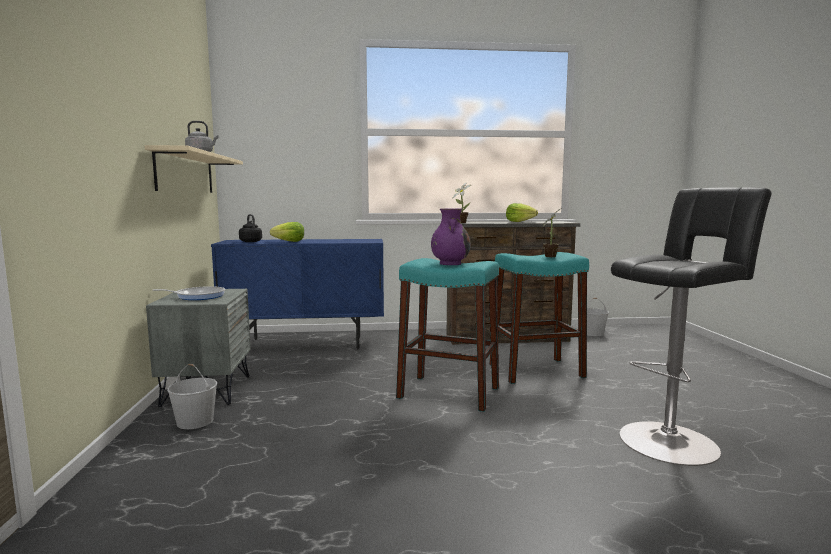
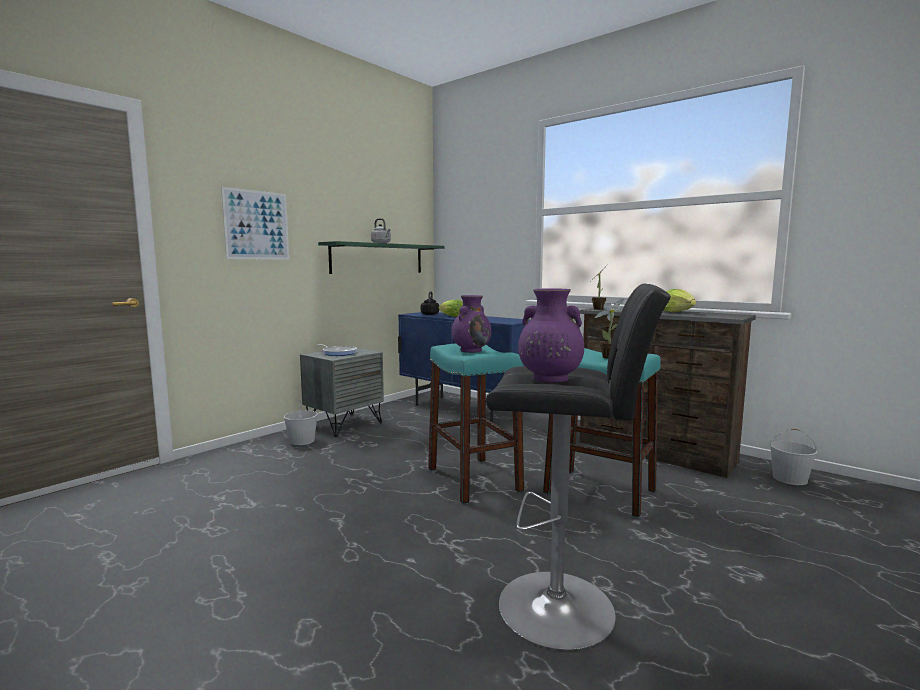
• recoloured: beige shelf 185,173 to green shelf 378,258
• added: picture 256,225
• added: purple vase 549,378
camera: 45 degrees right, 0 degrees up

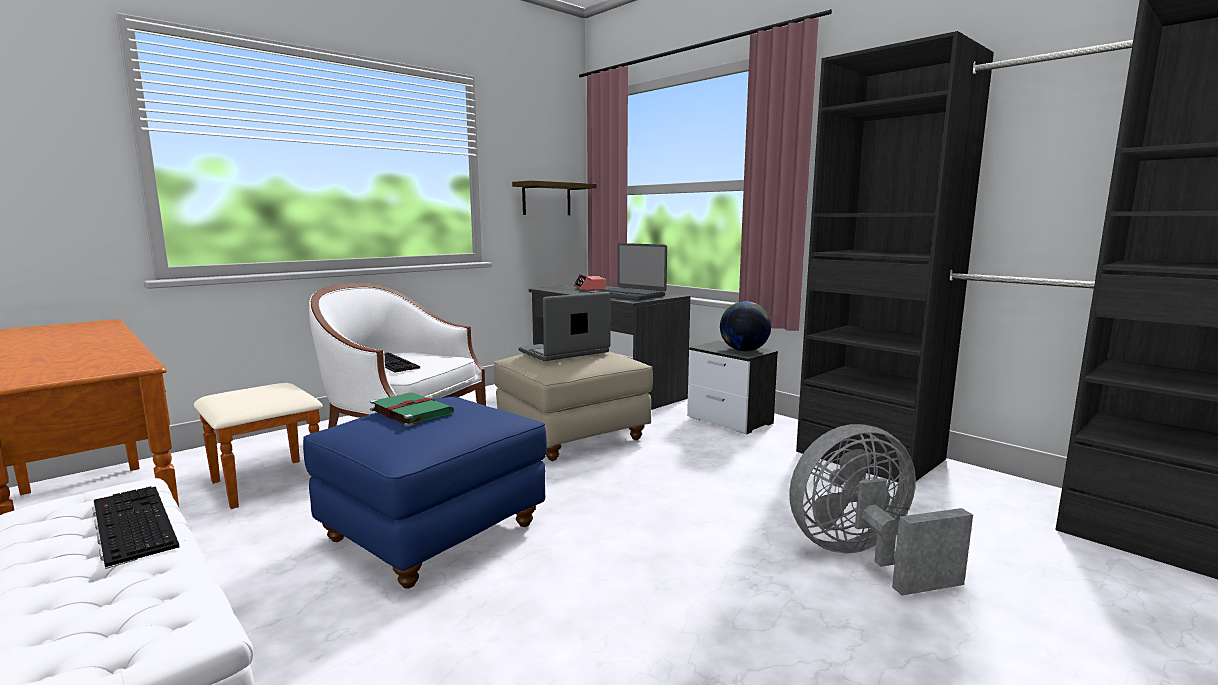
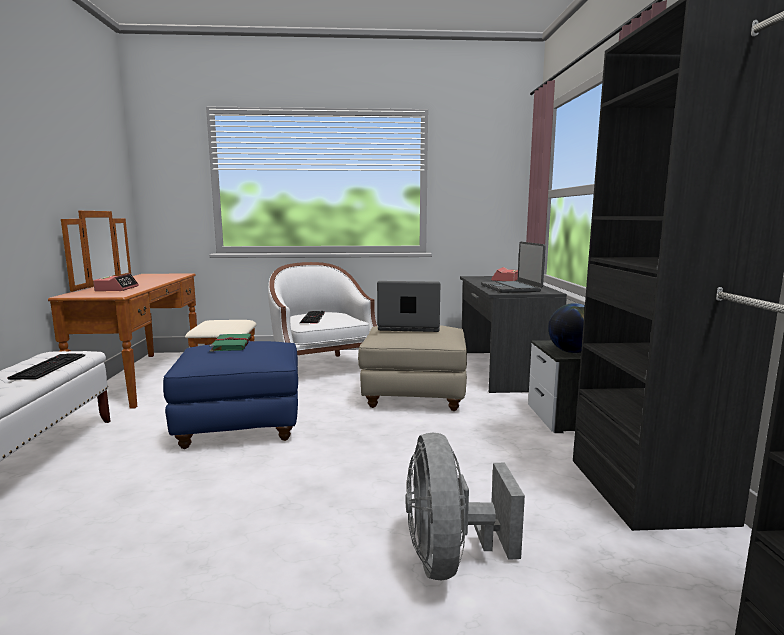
• removed: shelf 546,199
• turned: grey fan 863,558 = 450,559 120 degrees counterclockwise
• added: alarm clock 117,289
camera: 40 degrees right, 0 degrees up

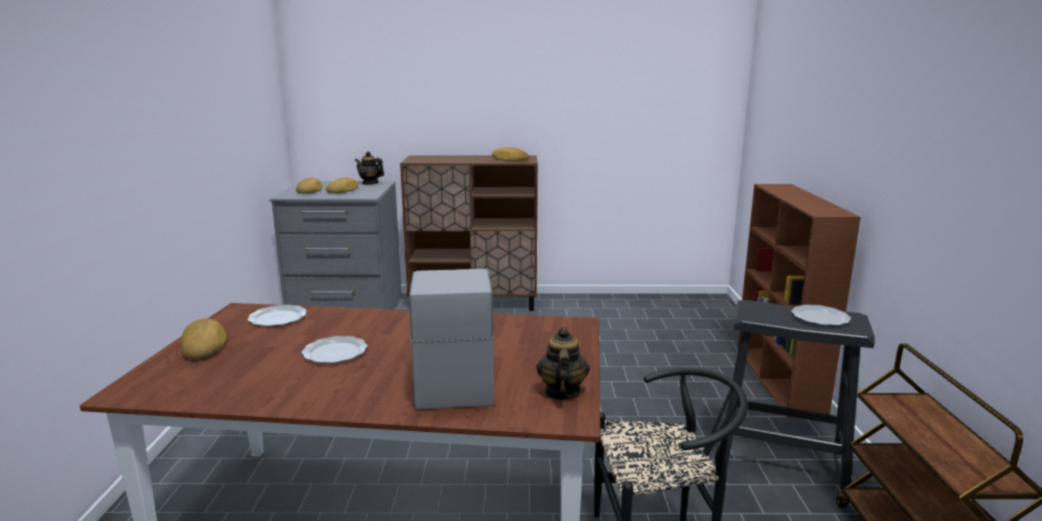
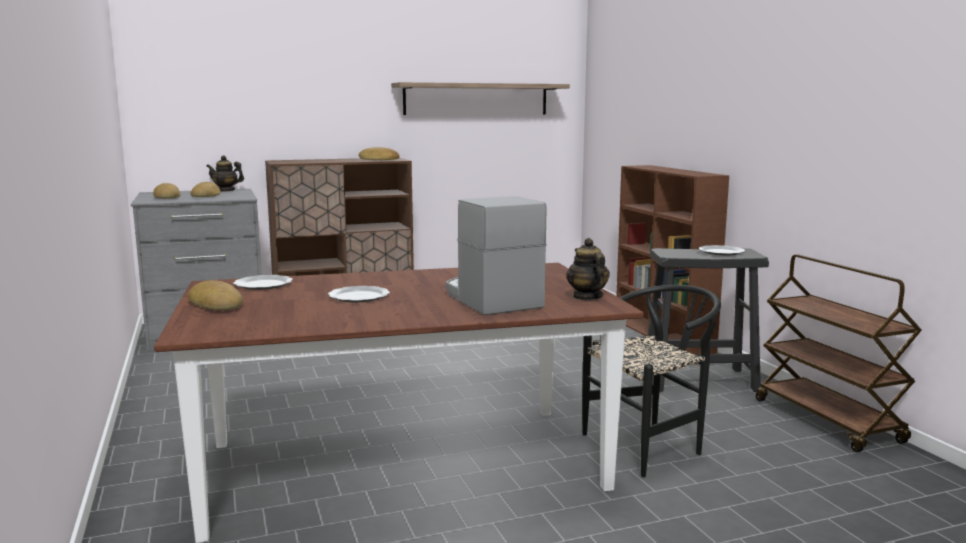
• added: shelf 476,99
camera: 20 degrees left, 5 degrees down

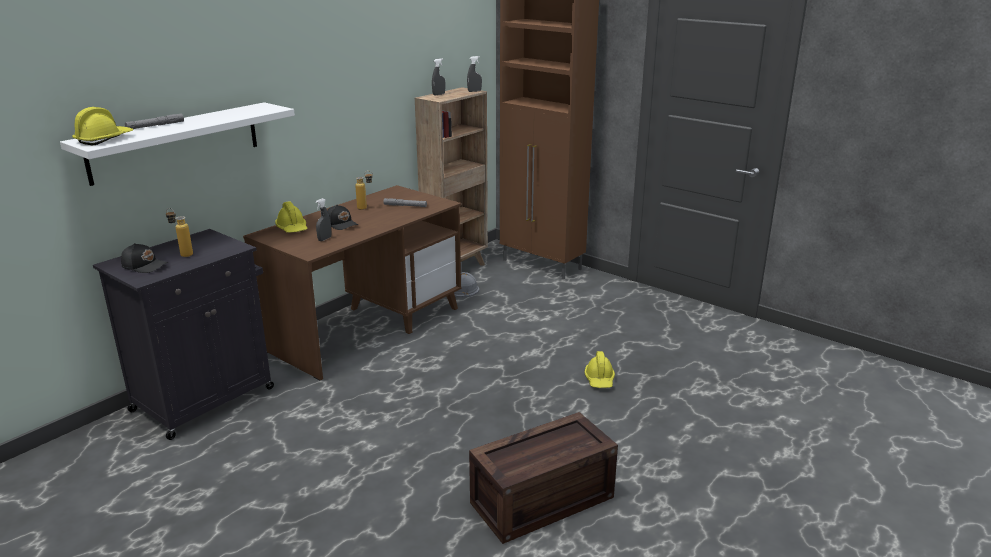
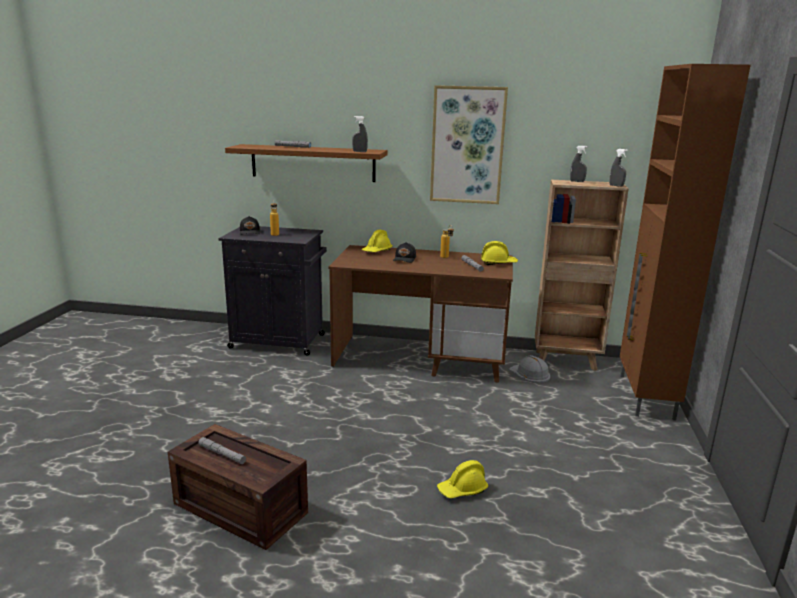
• recoloured: white shelf 175,142 to brown shelf 313,163
• moved: yellow hard hat 104,139 to 498,263
• moved: grey spray bottle 324,239 to 359,152
• added: grey flashlight 222,454
• added: picture 467,145
camera: 60 degrees right, 5 degrees down

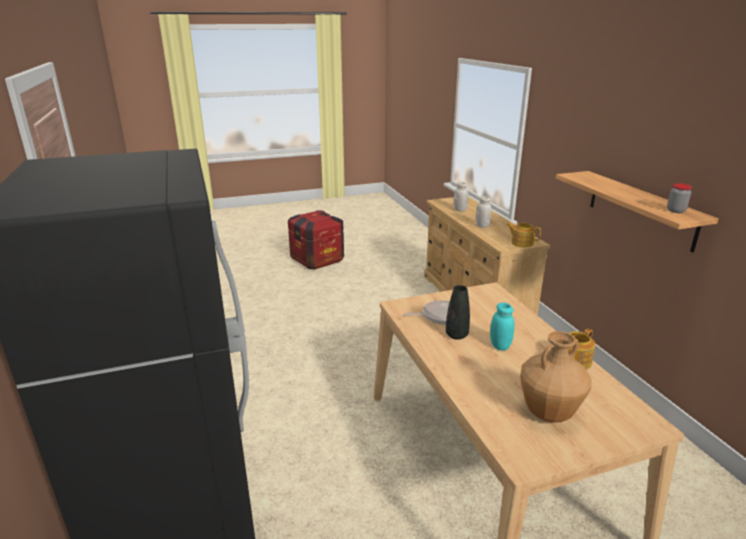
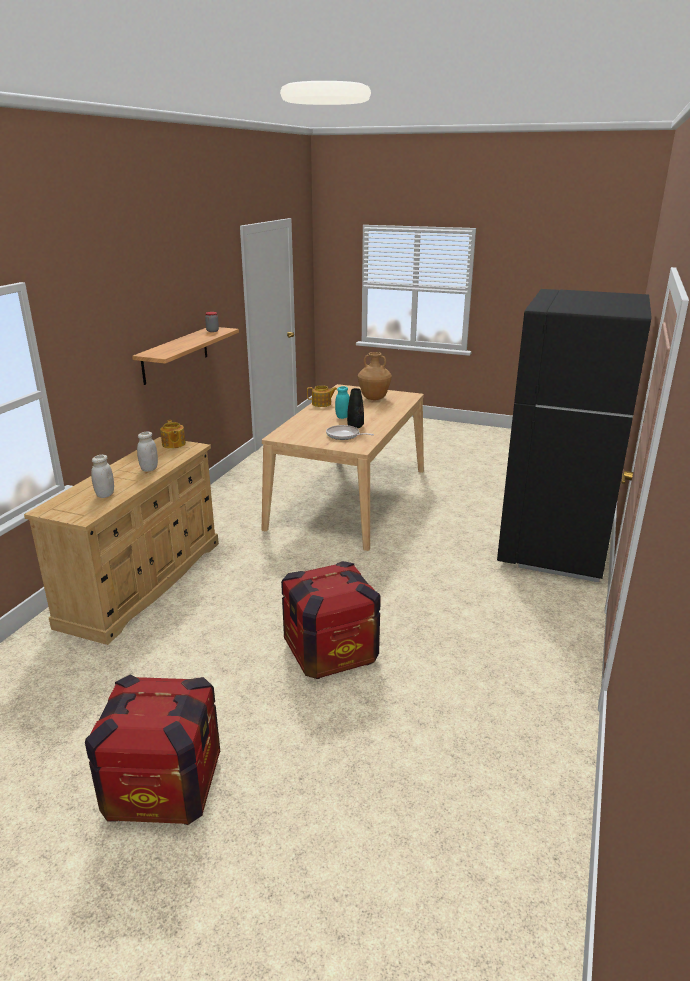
• added: crate 330,652
camera: 140 degrees left, 0 degrees up

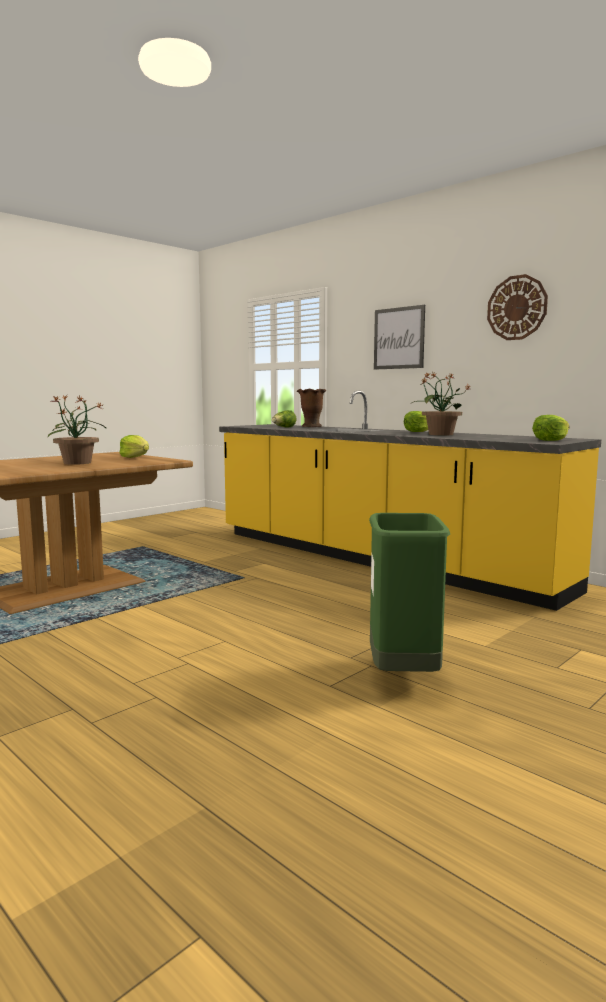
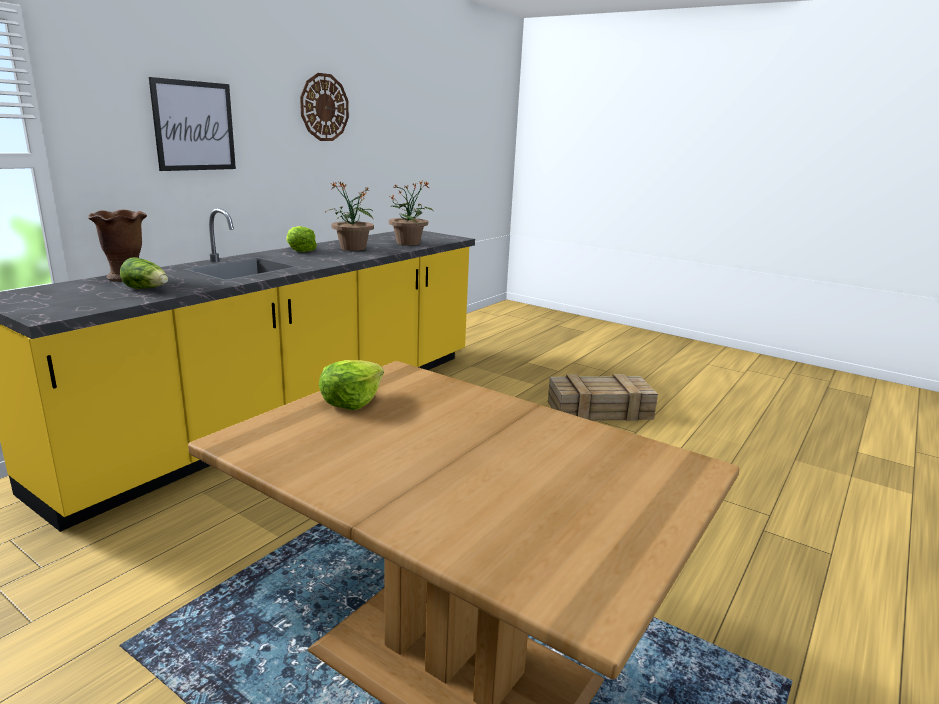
• moved: potted plant 78,463 to 408,243
• replaced: green trash can 403,675 to crate 600,410
• removed: lettuce 550,440
camera: 100 degrees left, 10 degrees up

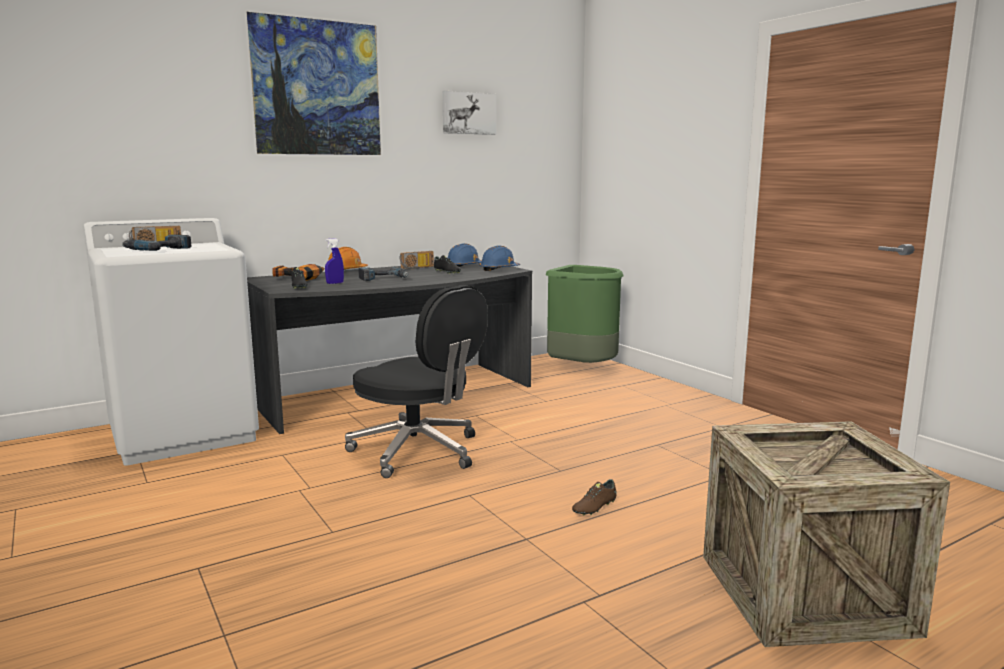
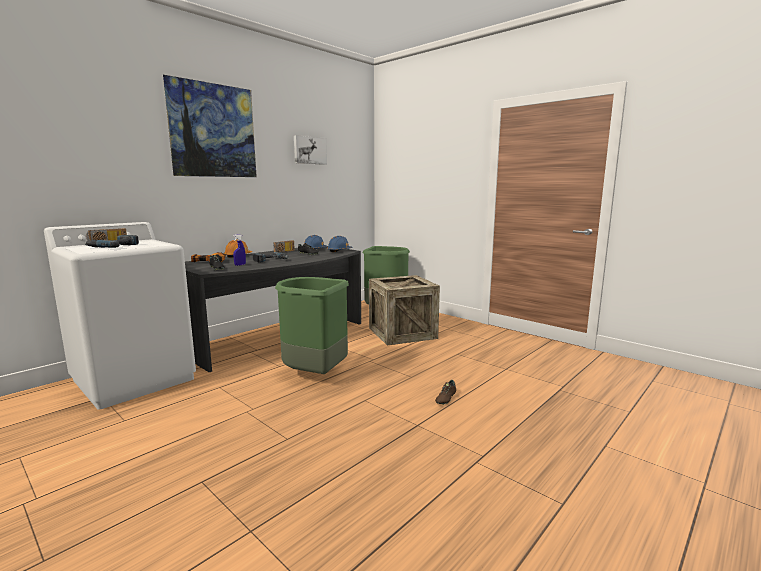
• replaced: black office chair 418,452 to green trash can 314,374
• moved: crate 804,593 to 402,333
camera: 15 degrees left, 0 degrees up

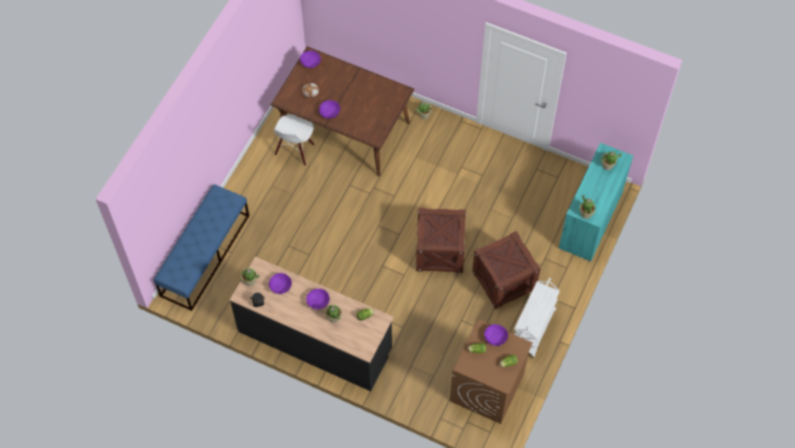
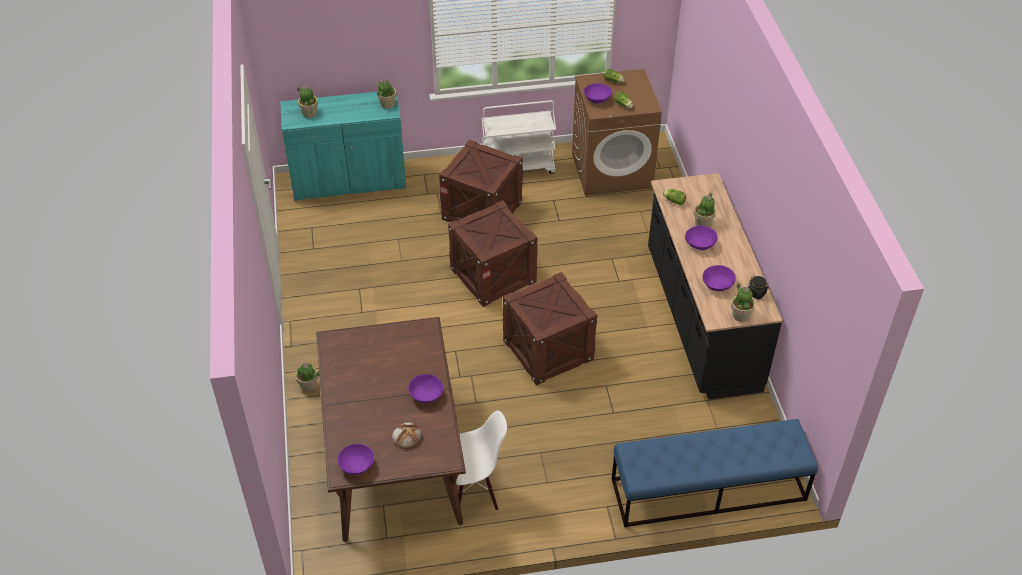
• added: crate 548,350
camera: 125 degrees left, 15 degrees down

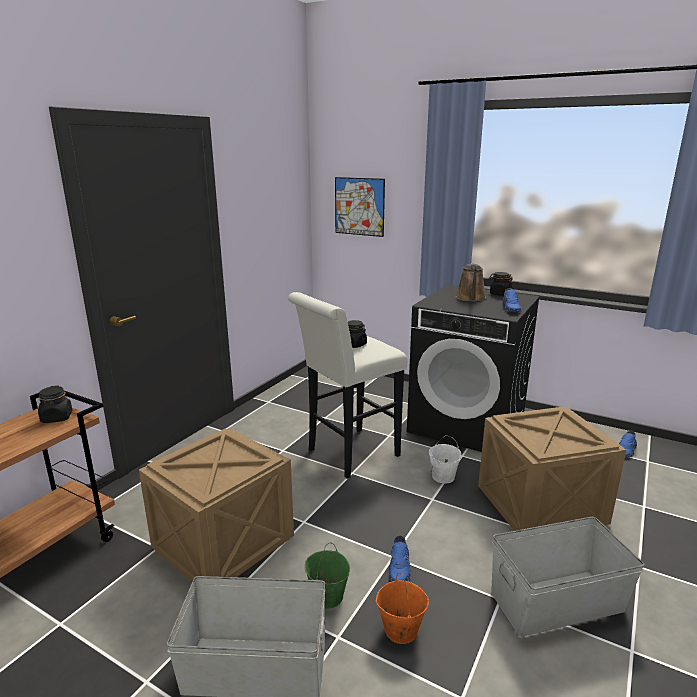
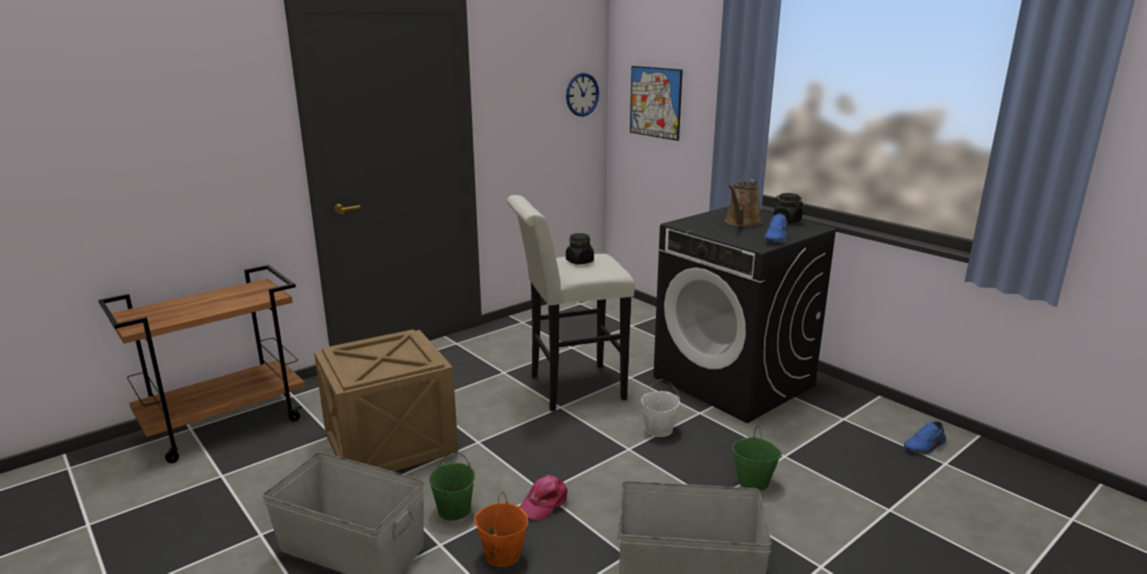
• removed: black jar 57,418
• replaced: blue shoe 400,567 to pink cap 544,502
• replaced: crate 542,506 to green bucket 753,482
• added: wall clock 582,94
camera: 20 degrees right, 0 degrees up

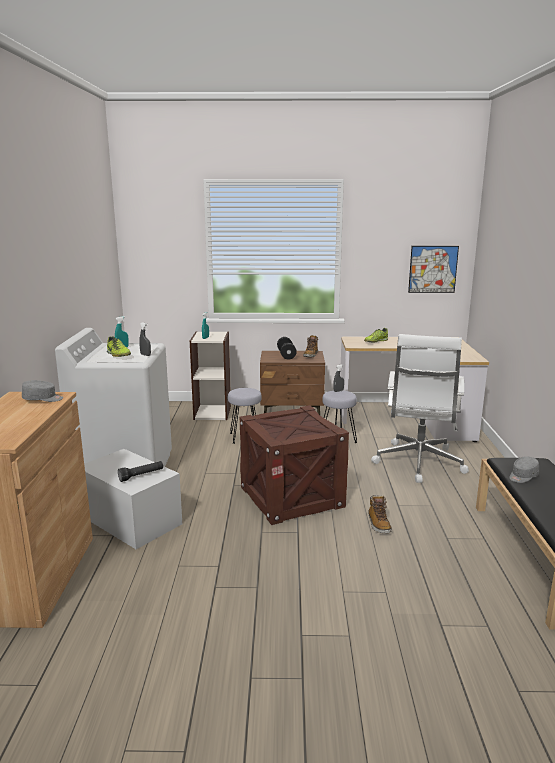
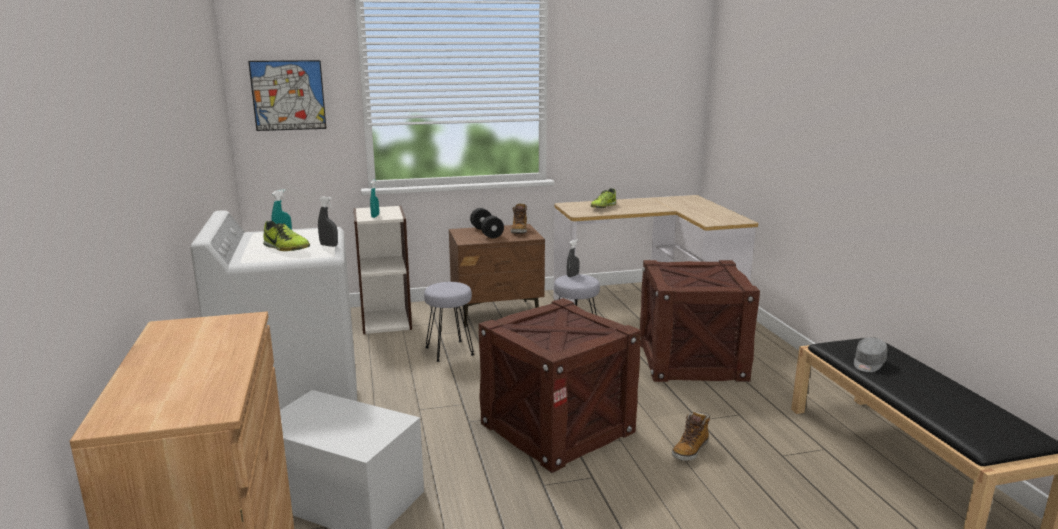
• removed: grey cap 43,399
• removed: black flashlight 141,476
• turned: boot 378,524 = 690,450 60 degrees clockwise
• replaced: white office chair 418,463 to crate 691,360
• moved: picture 433,269 to 288,95
camera: 15 degrees left, 0 degrees up

